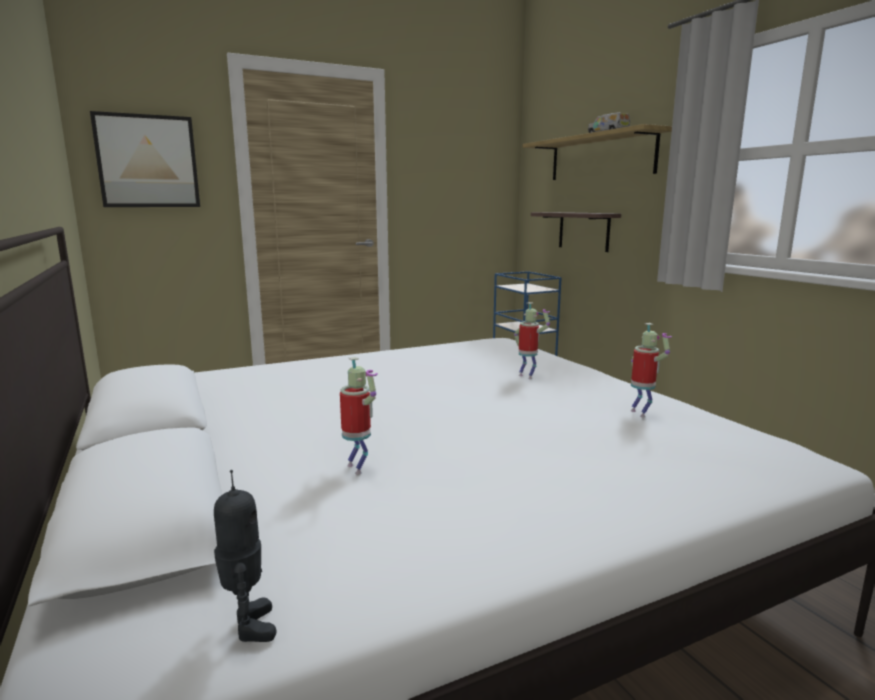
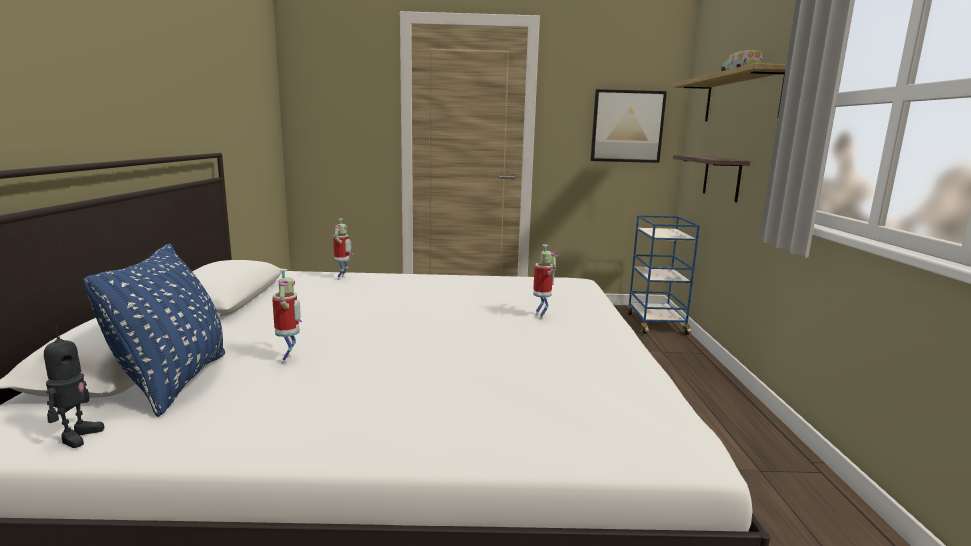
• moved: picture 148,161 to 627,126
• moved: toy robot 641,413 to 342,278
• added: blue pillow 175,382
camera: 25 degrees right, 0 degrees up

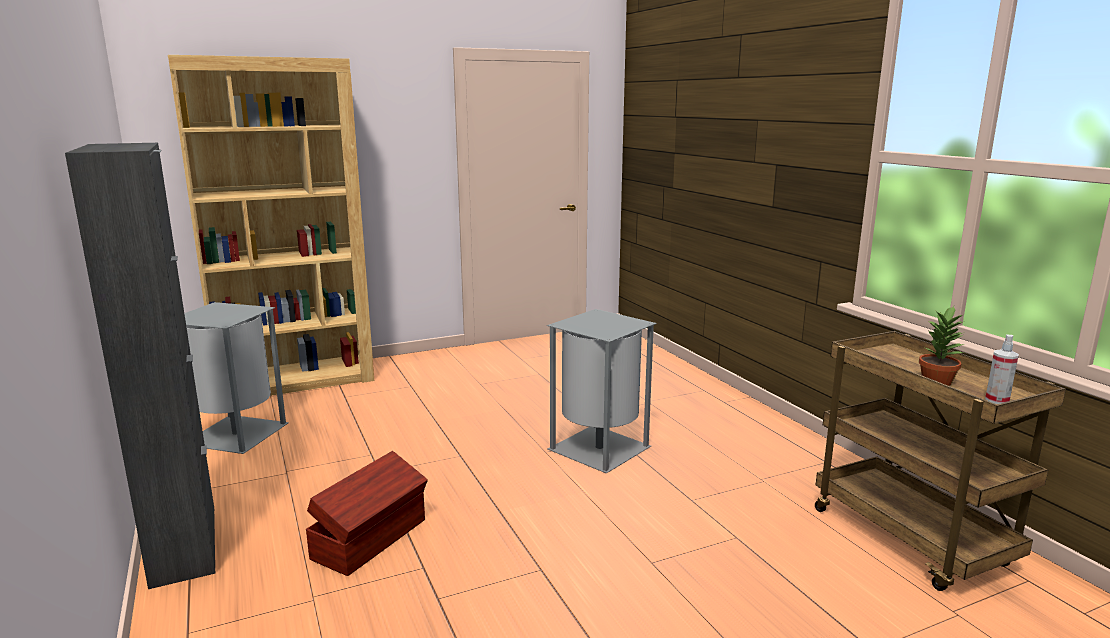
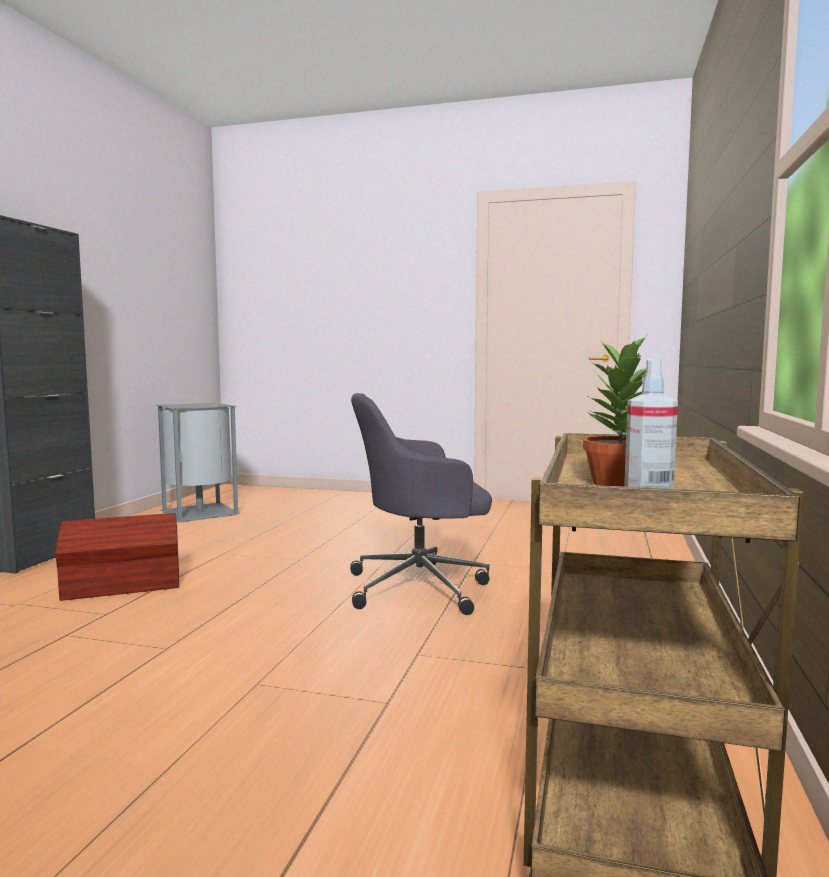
• removed: brown bookcase 296,381
• replaced: grey trash can 597,448 to grey office chair 421,587
camera: 40 degrees right, 10 degrees down

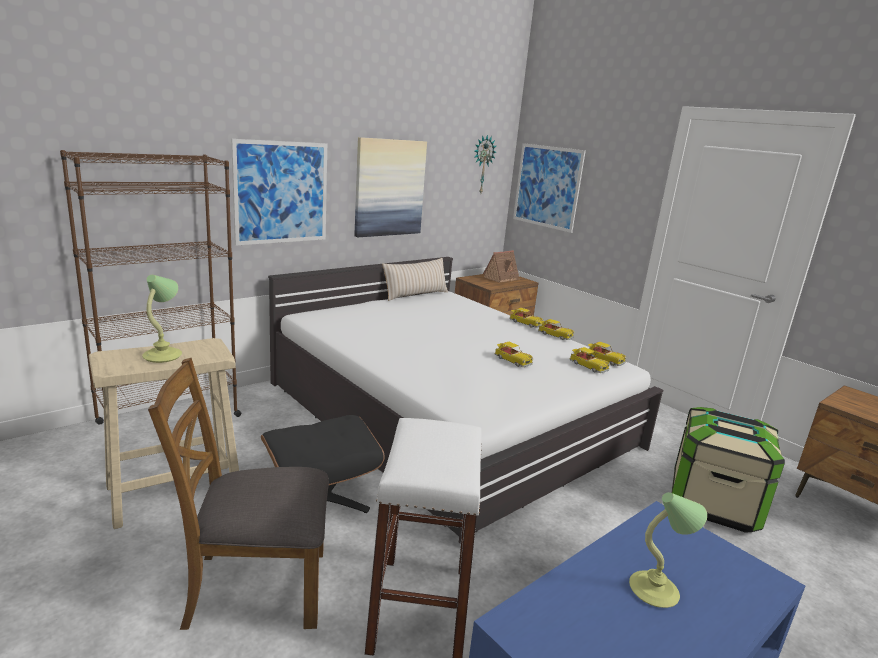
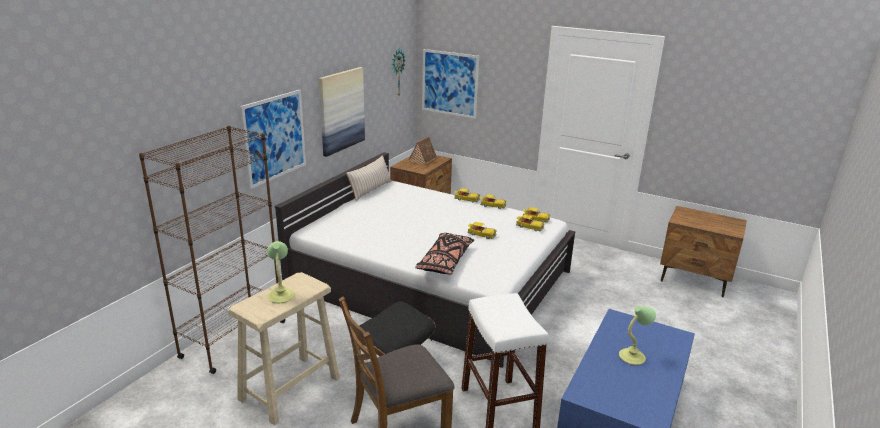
• removed: storage box 713,503
• added: black pillow 445,261
camera: 20 degrees left, 5 degrees up

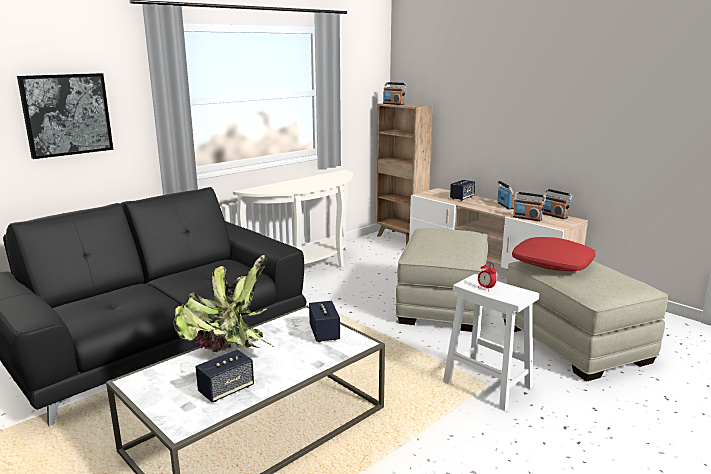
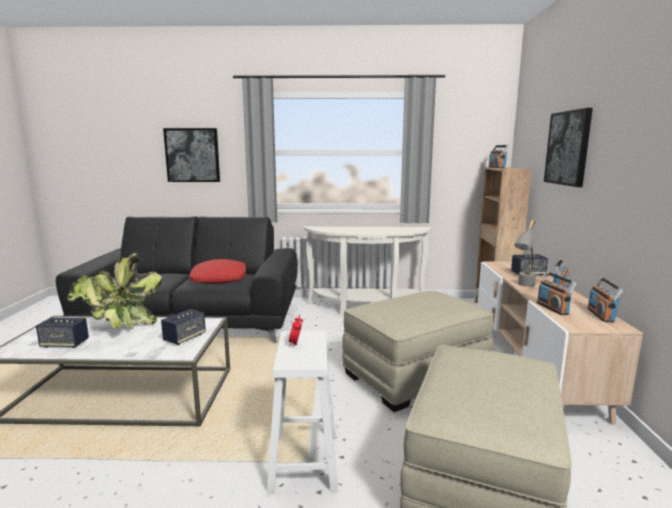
• moved: red pillow 552,264 to 218,279
• added: grey table lamp 523,286
• added: picture 568,148
camera: 45 degrees right, 5 degrees down

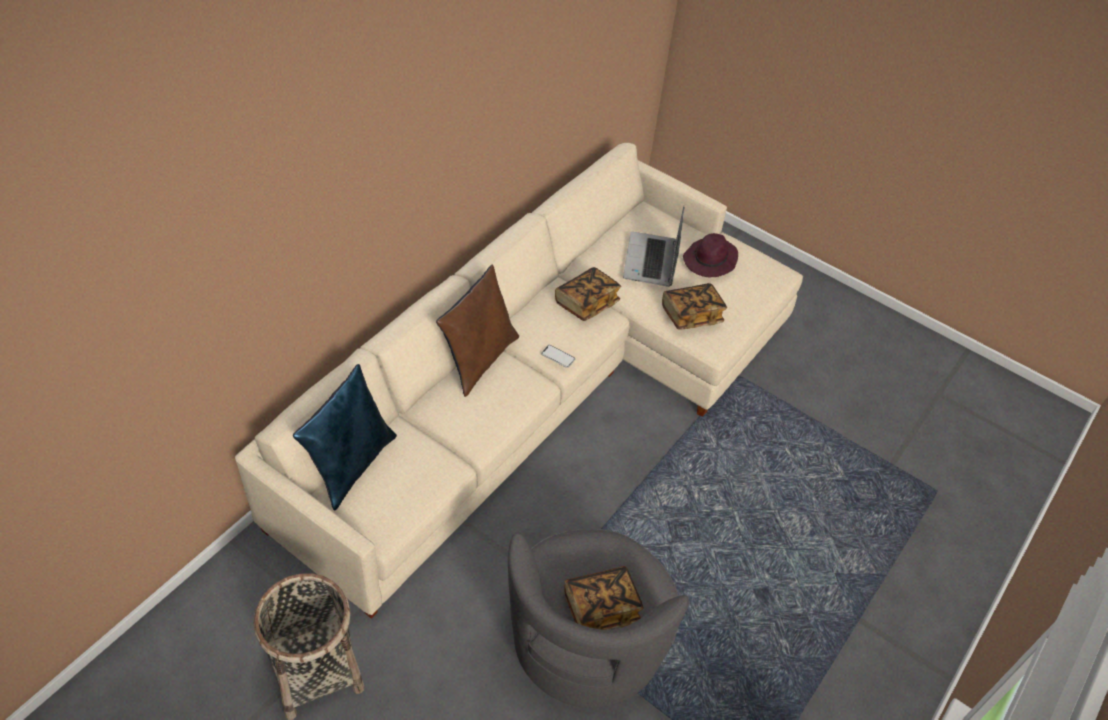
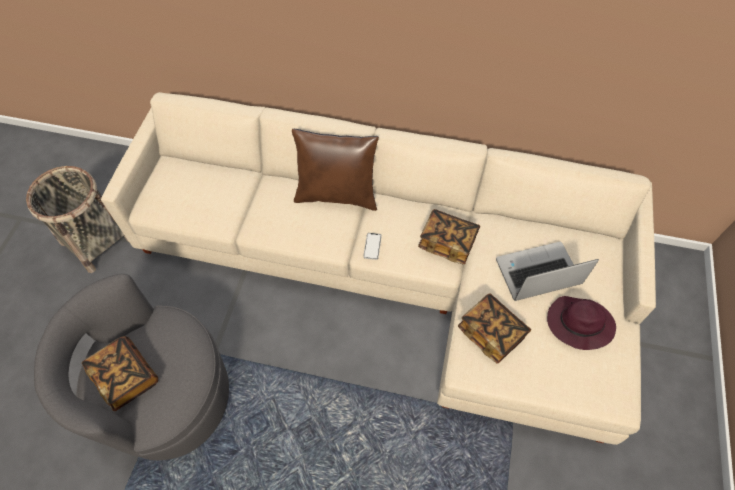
• removed: blue pillow 351,464
camera: 70 degrees right, 10 degrees up

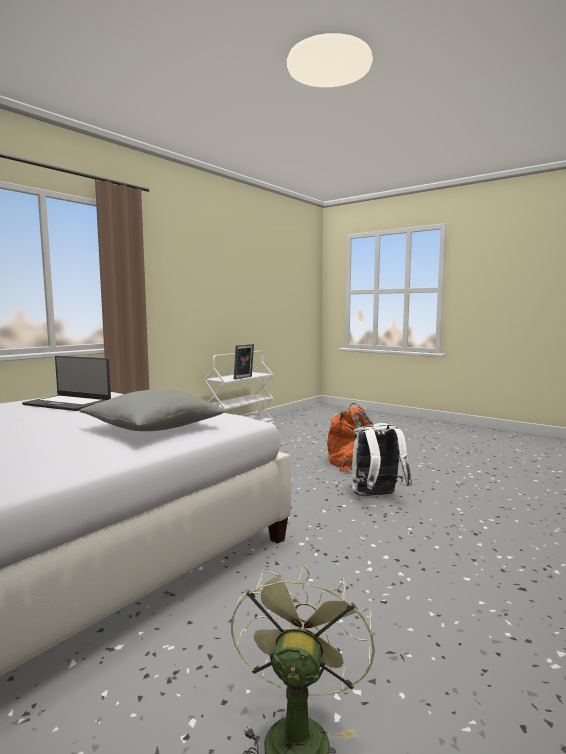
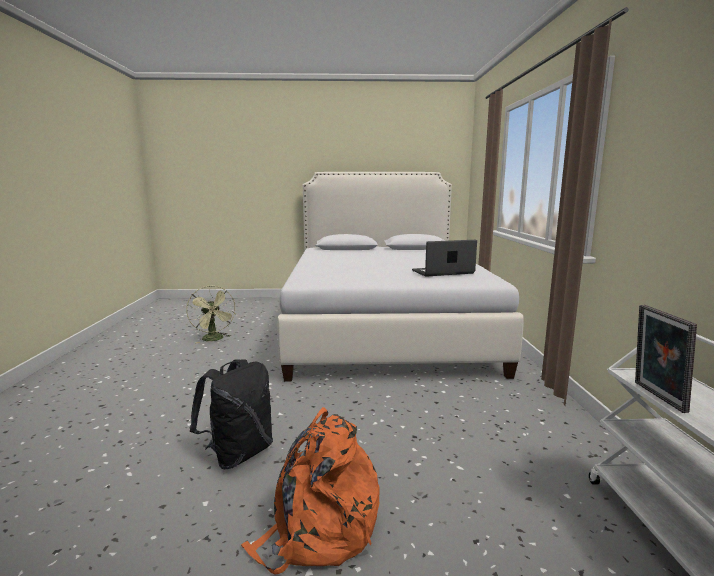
• removed: grey pillow 153,428
• recoloured: white backpack 377,496 to black backpack 238,453
camera: 140 degrees right, 5 degrees up

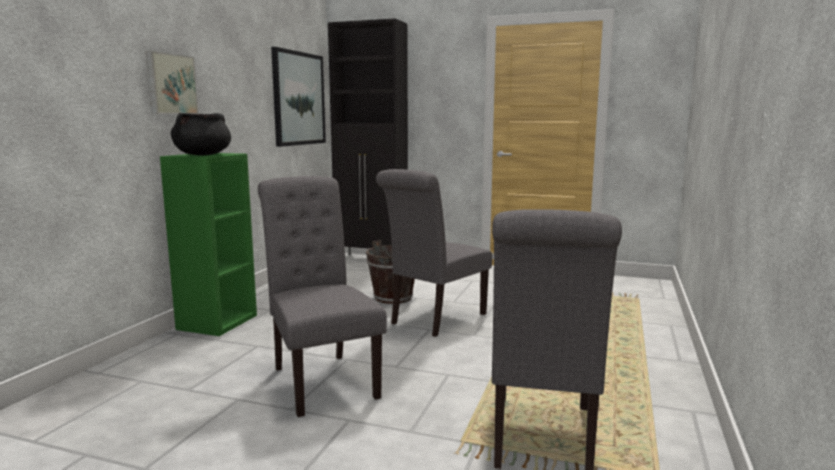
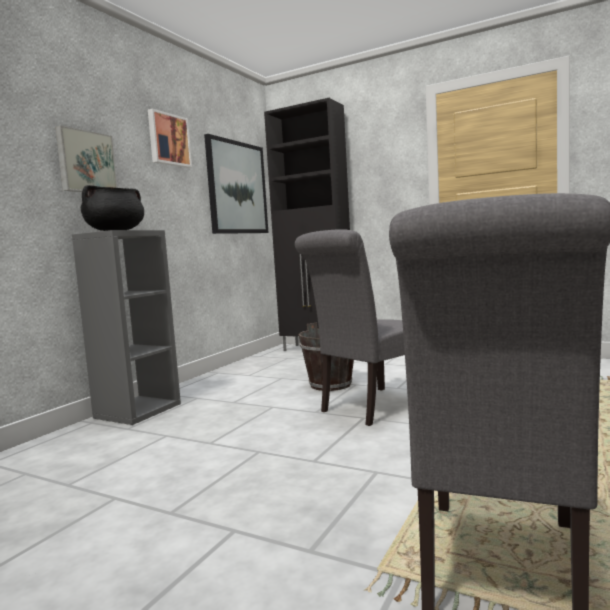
• recoloured: green bookcase 217,322 to grey bookcase 138,410
• removed: grey chair 321,379
• added: picture 168,140
camera: 10 degrees right, 5 degrees down

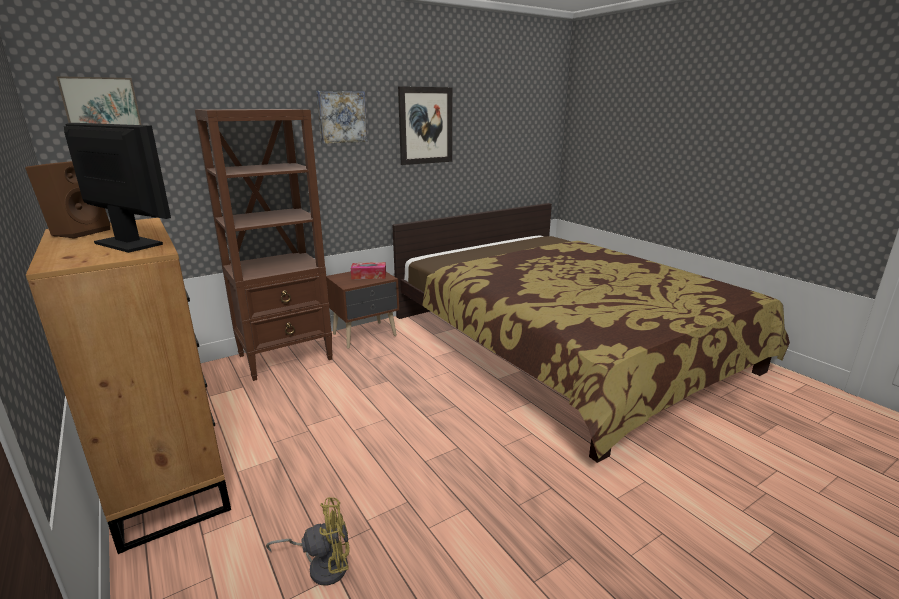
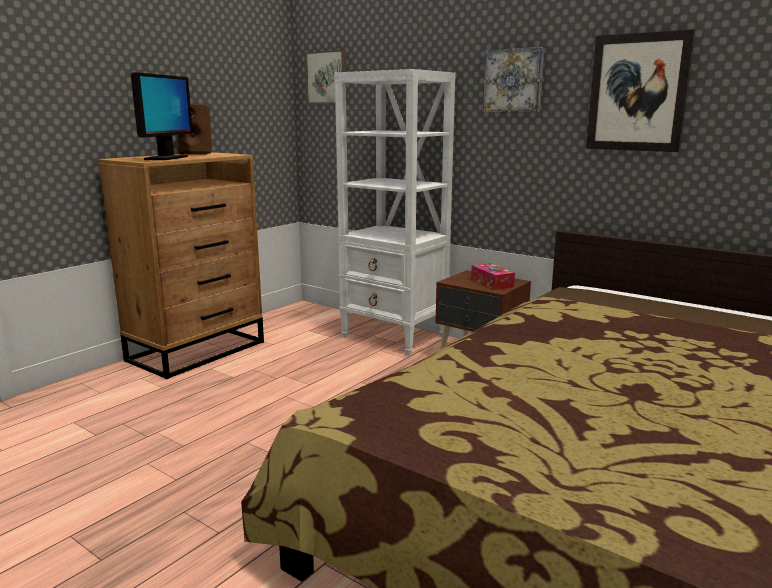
• recoloured: brown bookcase 286,357 to white bookcase 394,337
• removed: yellow fan 322,565
camera: 70 degrees right, 5 degrees down

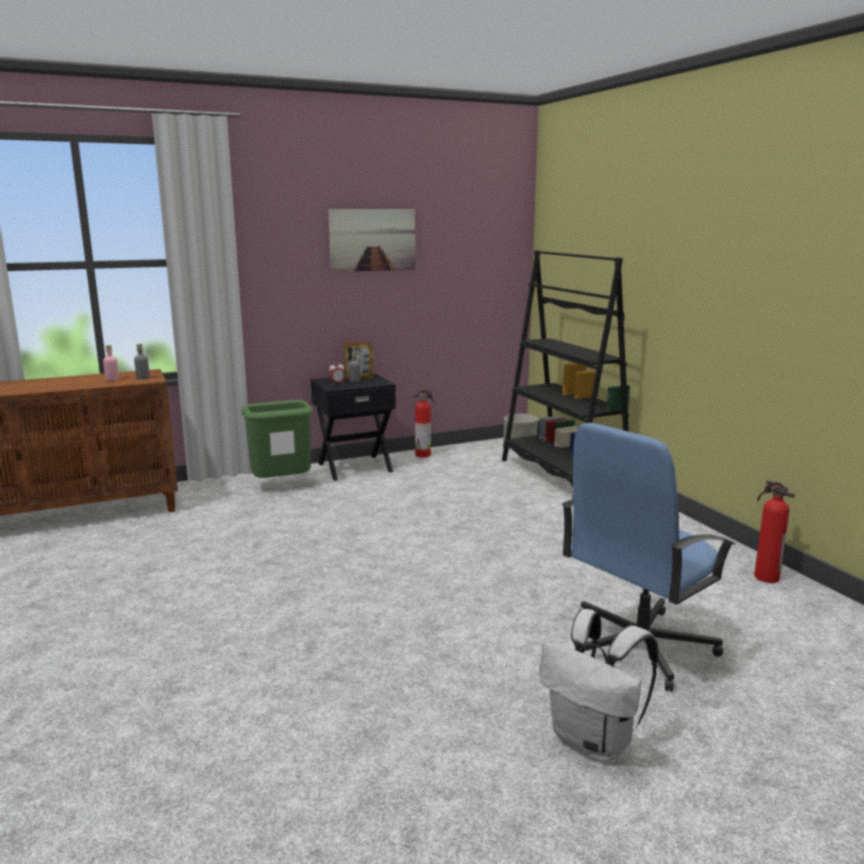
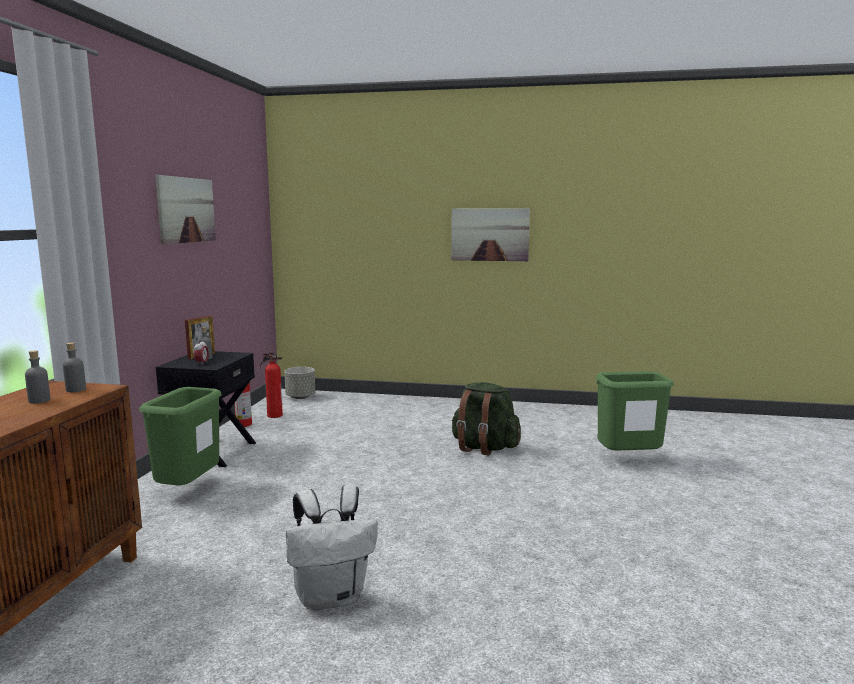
• recoloured: pink bottle 112,379 to grey bottle 39,401
• removed: black bookcase 562,475
• moved: white backpack 594,742 to 332,597
• replaced: blue office chair 638,646 to green trash can 628,461
• moved: fire extinguisher 764,576 to 273,415
• added: picture 490,234
• added: green backpack 484,448
camera: 55 degrees left, 5 degrees down

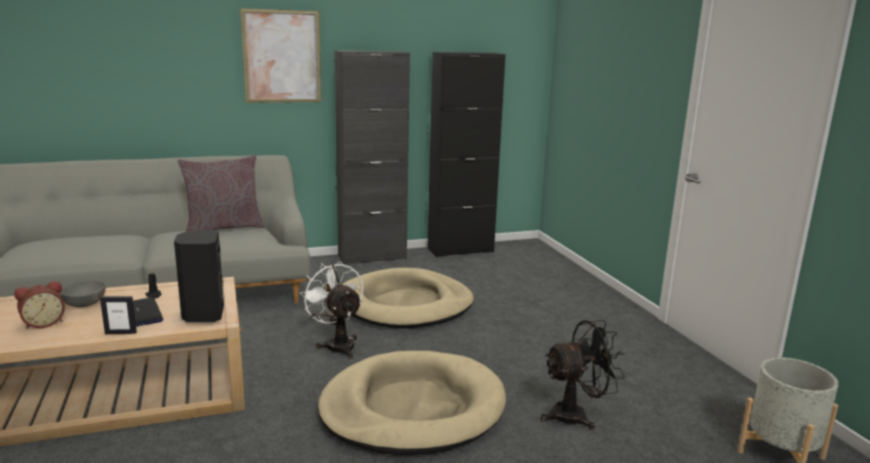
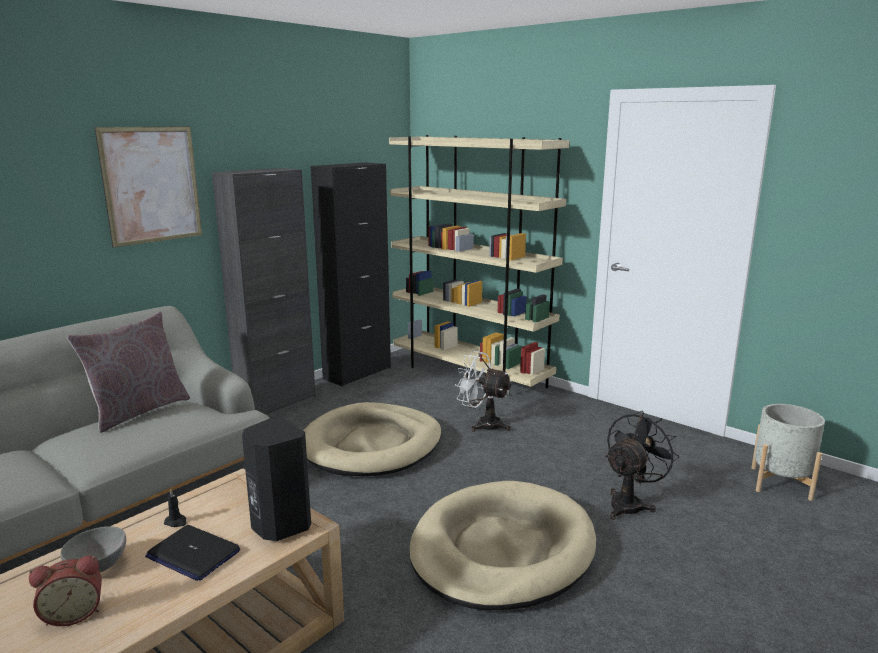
• turned: alarm clock 43,323 = 73,613 45 degrees clockwise
• removed: picture frame 121,332
• moved: white fan 337,344 to 483,424
• added: beige bookcase 470,374
camera: 30 degrees left, 0 degrees up

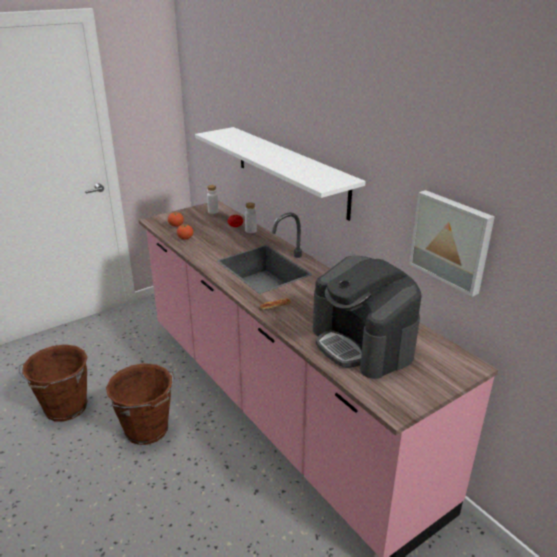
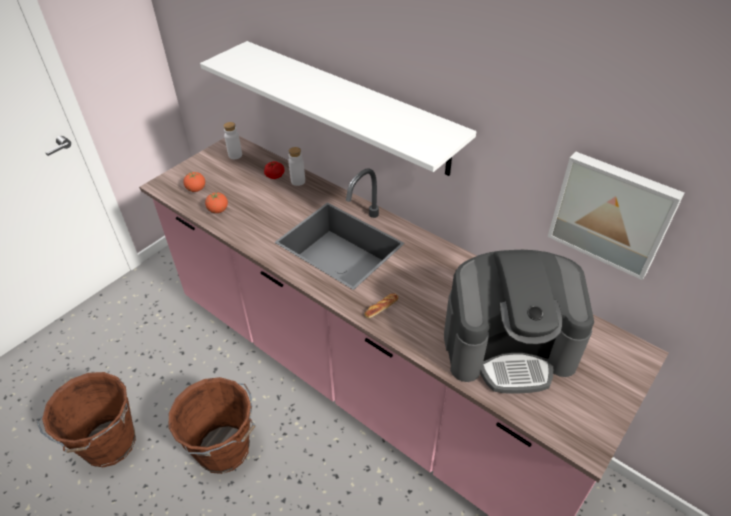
• turned: coffee machine 362,343 = 508,347 45 degrees counterclockwise
camera: 15 degrees left, 15 degrees up

